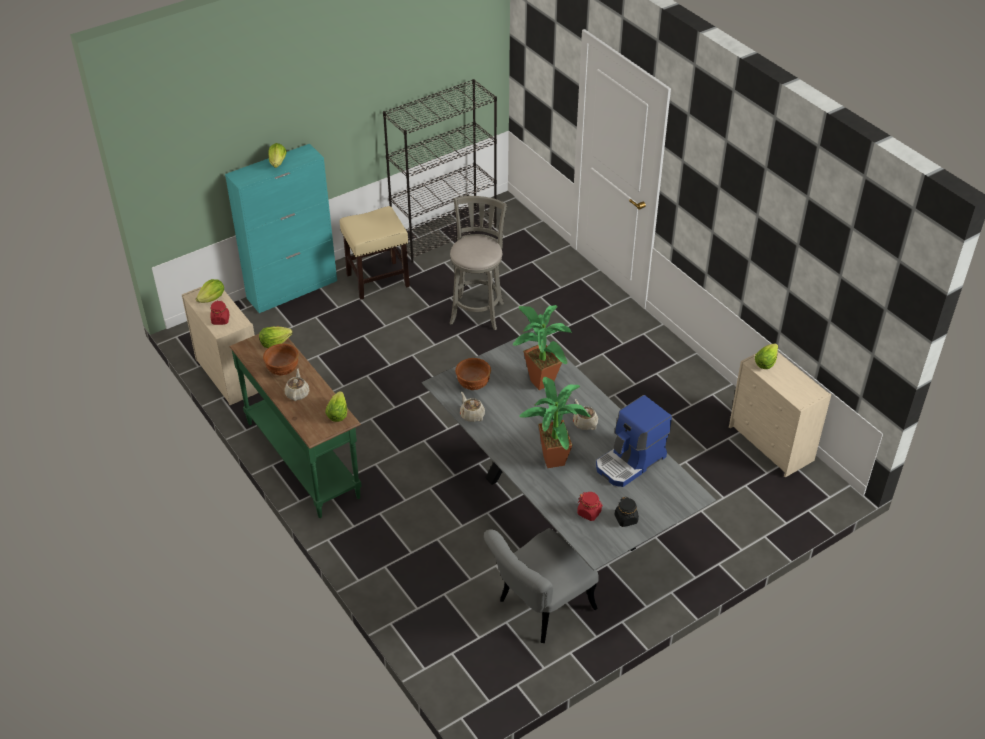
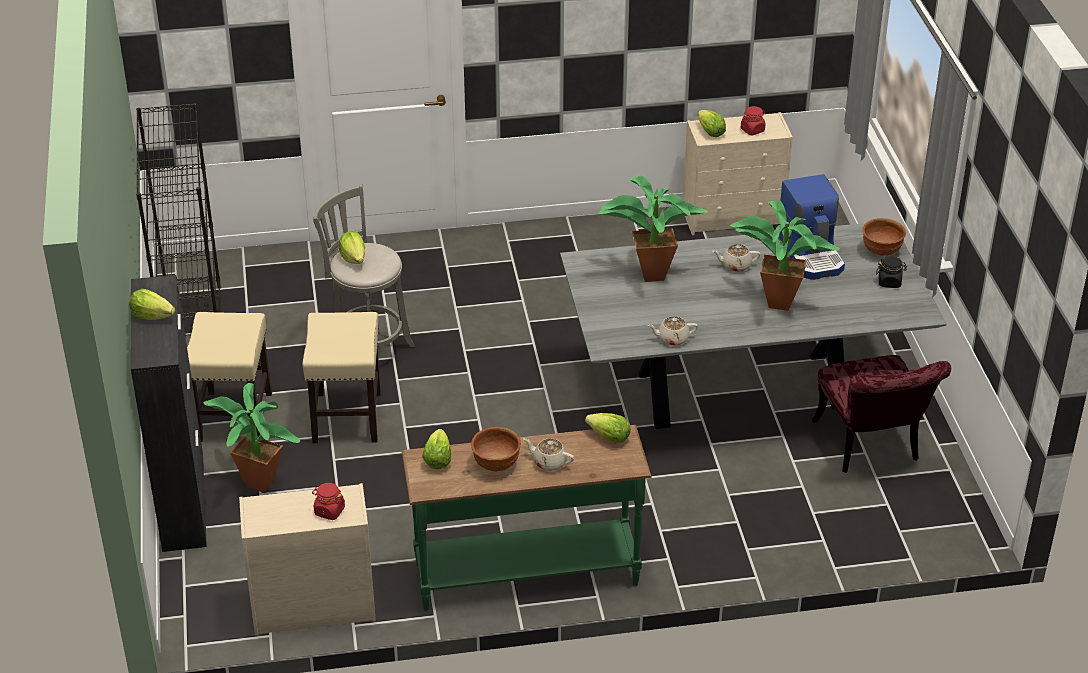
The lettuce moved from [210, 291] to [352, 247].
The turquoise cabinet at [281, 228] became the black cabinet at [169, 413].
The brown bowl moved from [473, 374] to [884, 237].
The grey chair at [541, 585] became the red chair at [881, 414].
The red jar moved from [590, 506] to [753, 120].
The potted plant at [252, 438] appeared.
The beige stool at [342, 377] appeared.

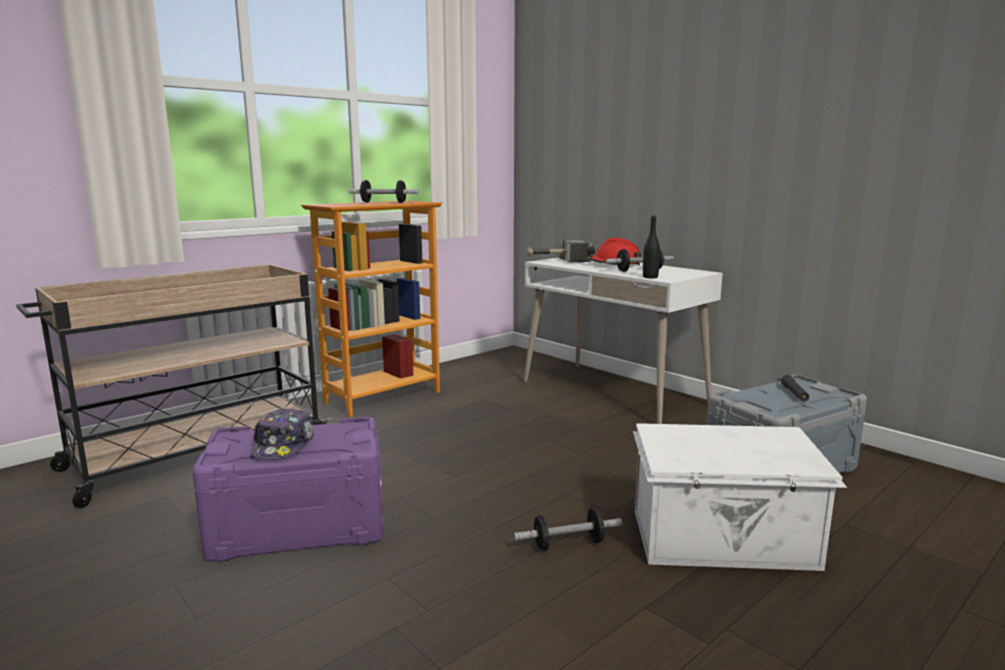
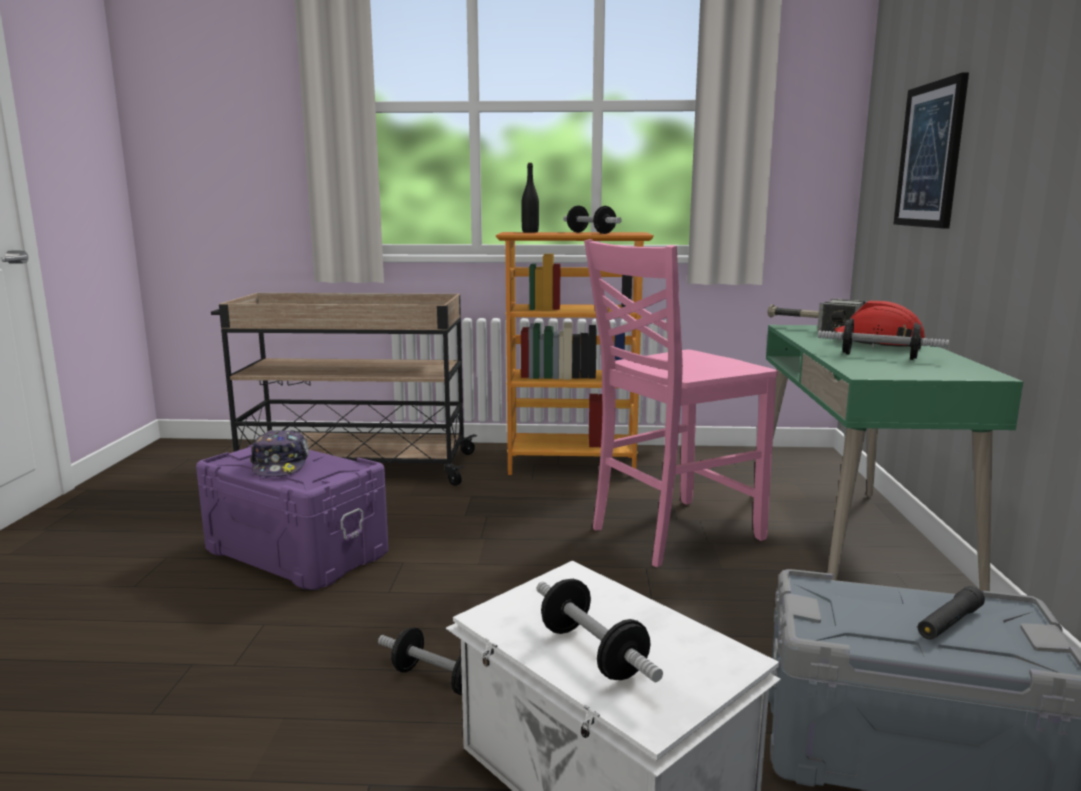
The cap at [282, 434] turned 60 degrees counterclockwise.
The white desk at [623, 340] became the green desk at [894, 458].
The black bottle moved from [651, 247] to [530, 197].
The dumbbell at [600, 630] appeared.
The pink chair at [681, 403] appeared.
The picture at [931, 150] appeared.

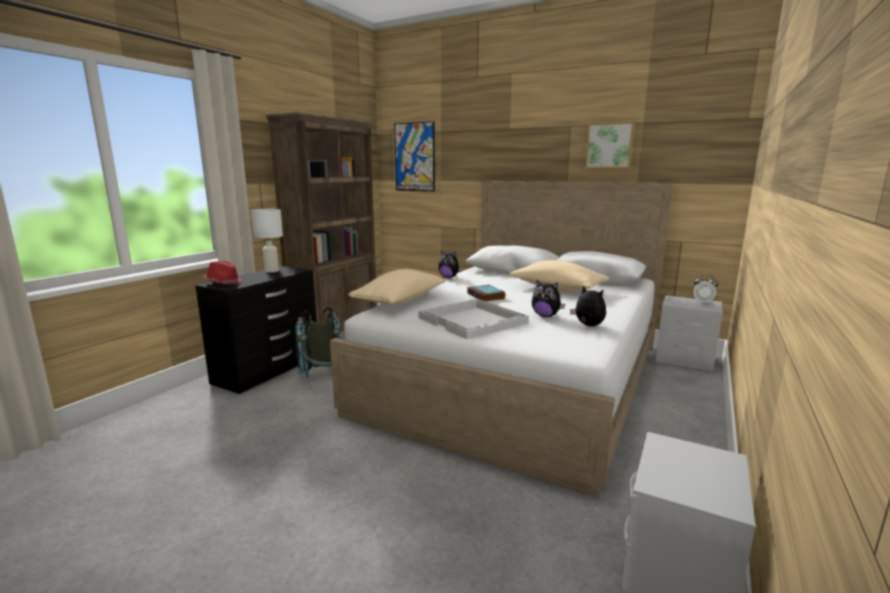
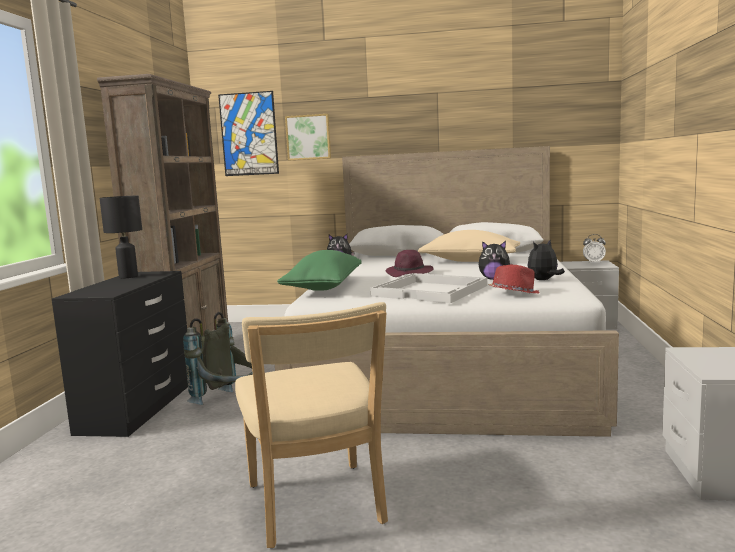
The red hat moved from [223, 272] to [513, 279].
The white table lamp at [267, 241] became the black table lamp at [120, 237].
The beige pillow at [397, 287] became the green pillow at [319, 270].
The book at [486, 293] was replaced by the purple hat at [409, 263].
The plush toy at [588, 305] turned 60 degrees counterclockwise.
The picture moved from [610, 145] to [308, 137].
The beige chair at [311, 425] appeared.

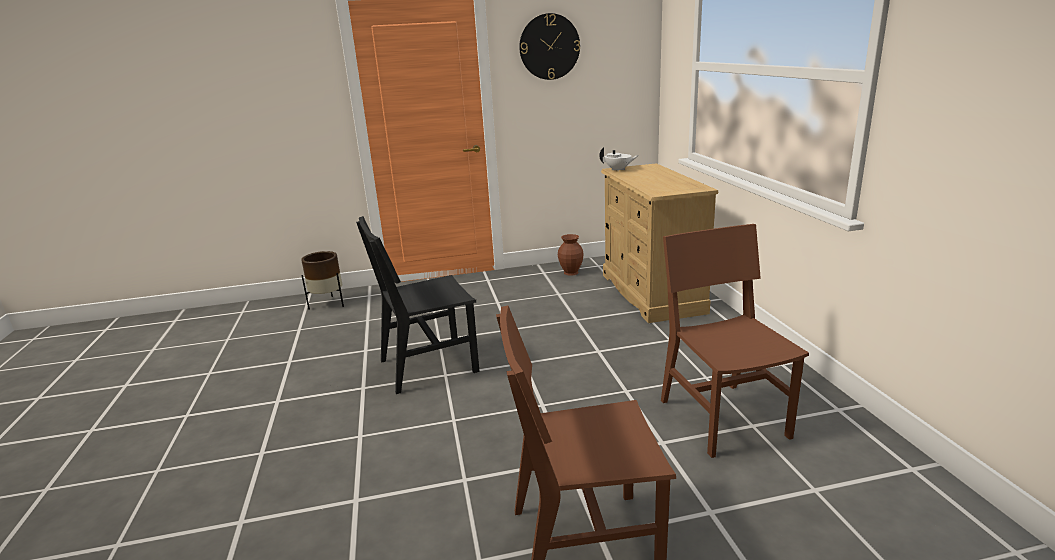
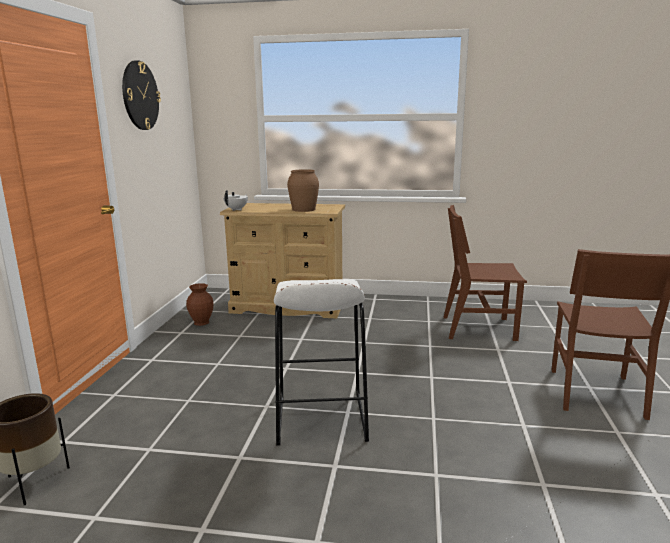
The black chair at [418, 305] was replaced by the white stool at [321, 362].
The brown vase at [303, 190] appeared.

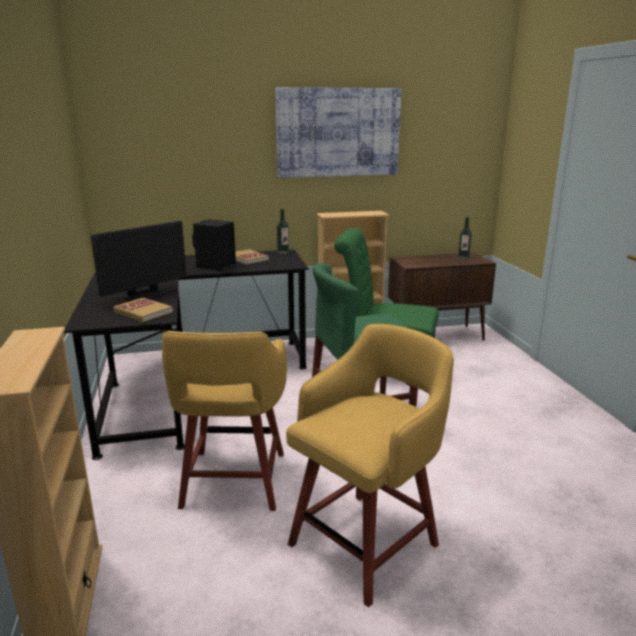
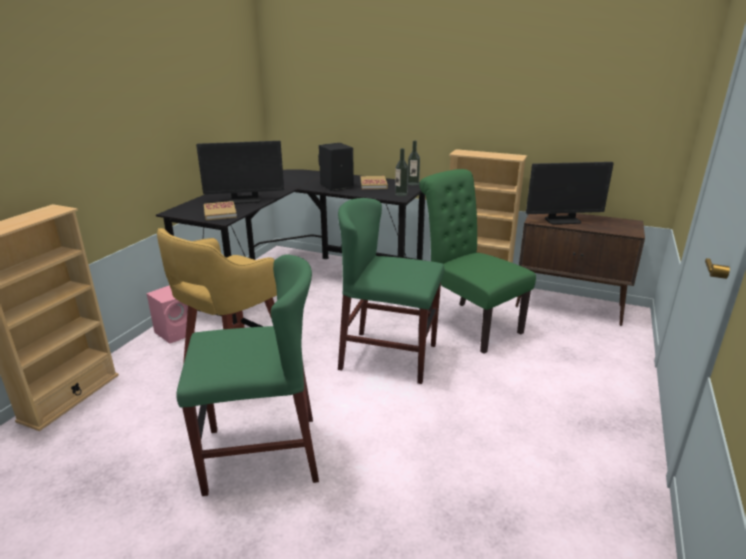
The picture at [338, 132] disappeared.
The yellow stool at [370, 465] was replaced by the green chair at [247, 375].
The bottle moved from [465, 238] to [401, 172].
The pink speaker at [170, 314] appeared.
The monitor at [570, 193] appeared.

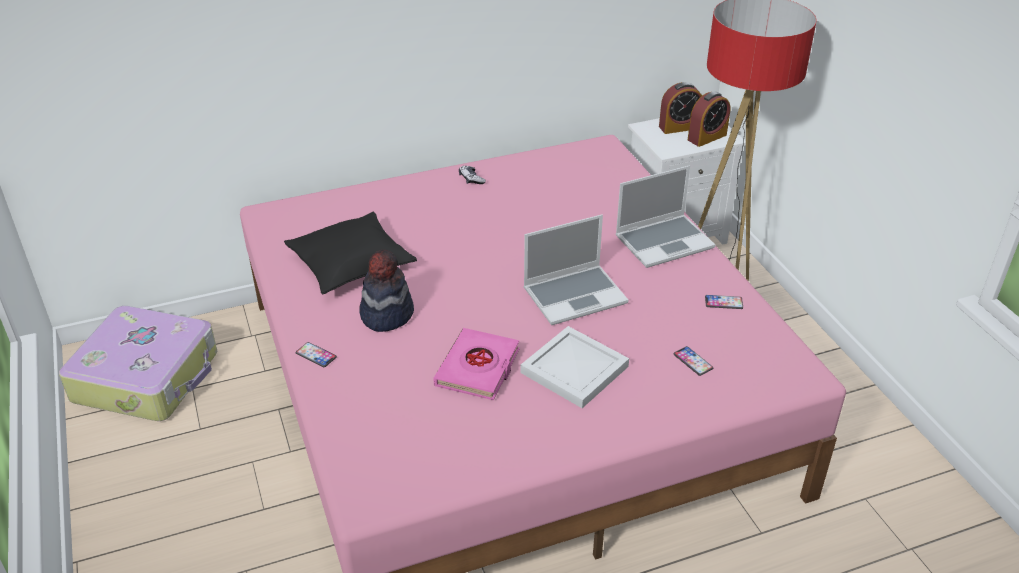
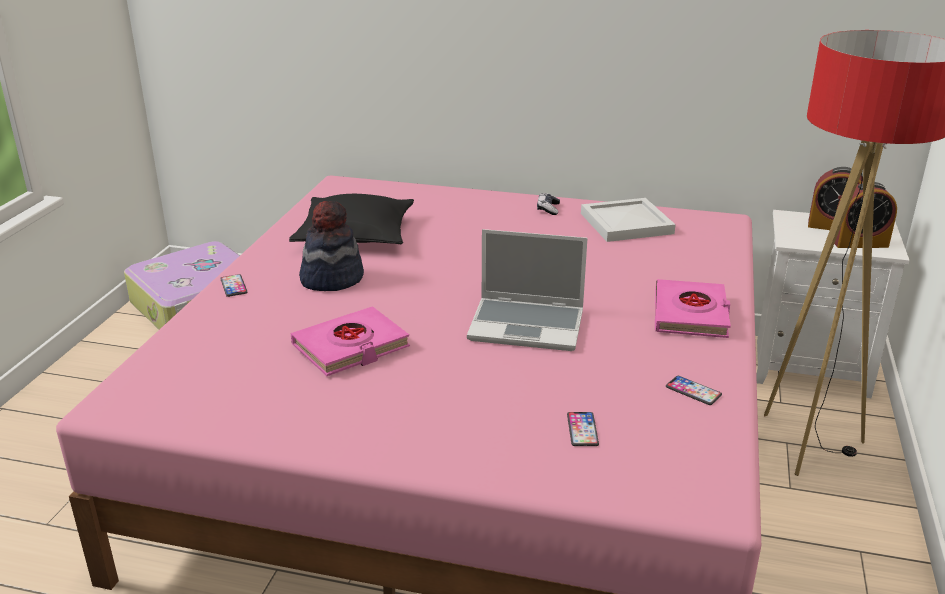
The white tray moved from [574, 367] to [628, 220].
The laptop at [665, 216] was replaced by the pink book at [693, 308].

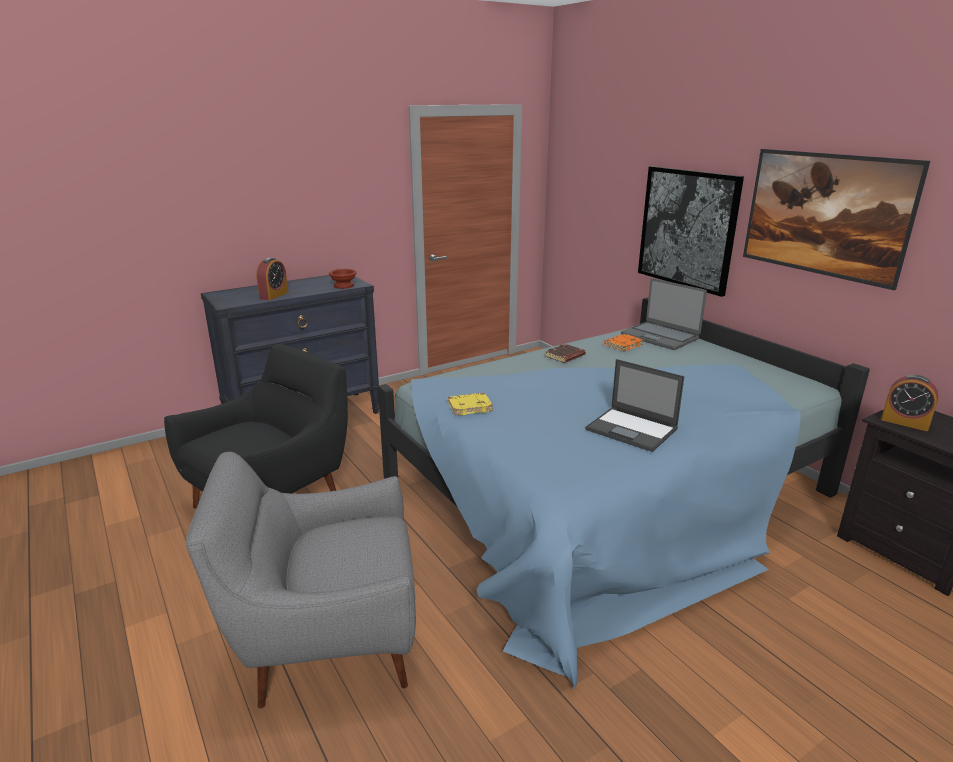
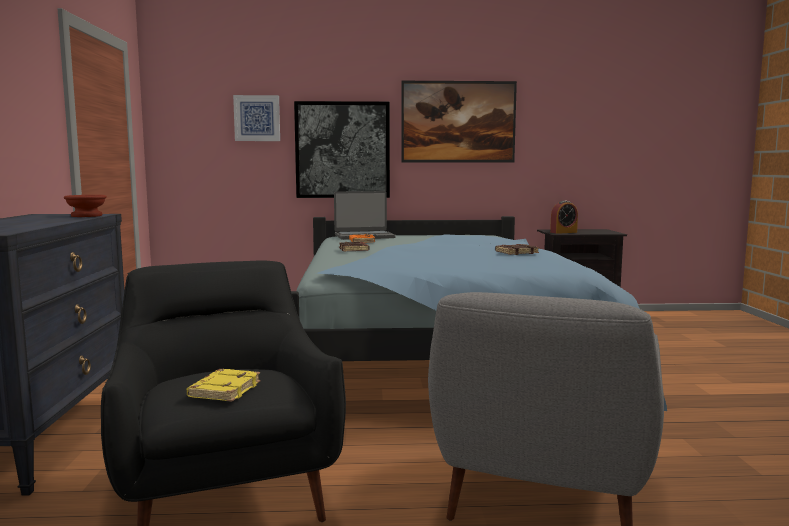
The alarm clock at [272, 279] disappeared.
The yellow book moved from [470, 404] to [224, 385].
The laptop at [634, 405] was replaced by the brown book at [517, 249].
The picture at [256, 118] appeared.

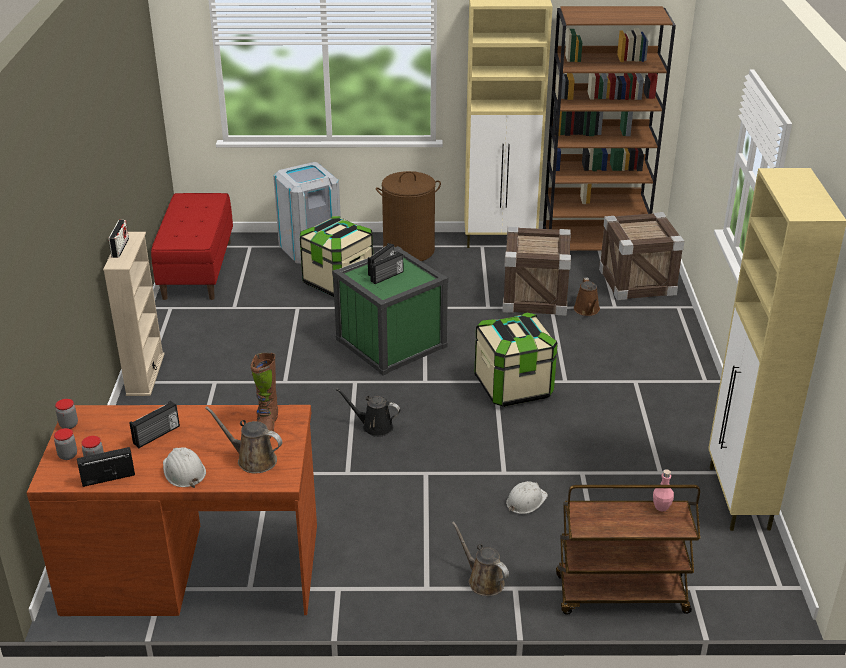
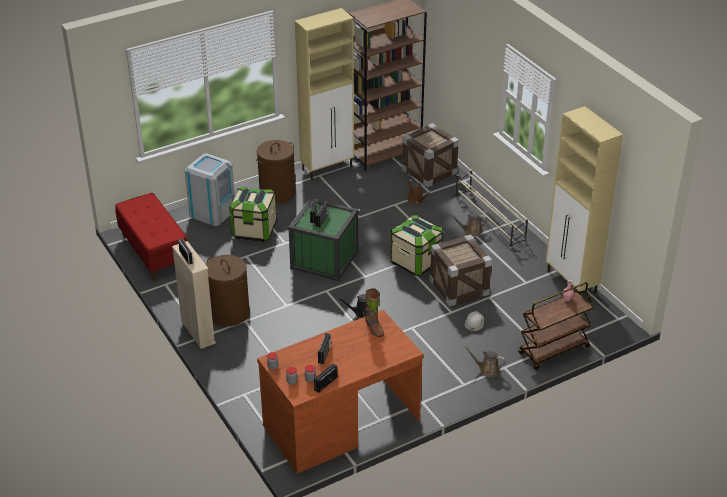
The white hard hat at [184, 467] disappeared.
The brown watering can moved from [243, 440] to [468, 224].
The crate moved from [536, 271] to [460, 270].
The brown laundry basket at [227, 290] appeared.
The beige shoe rack at [491, 209] appeared.

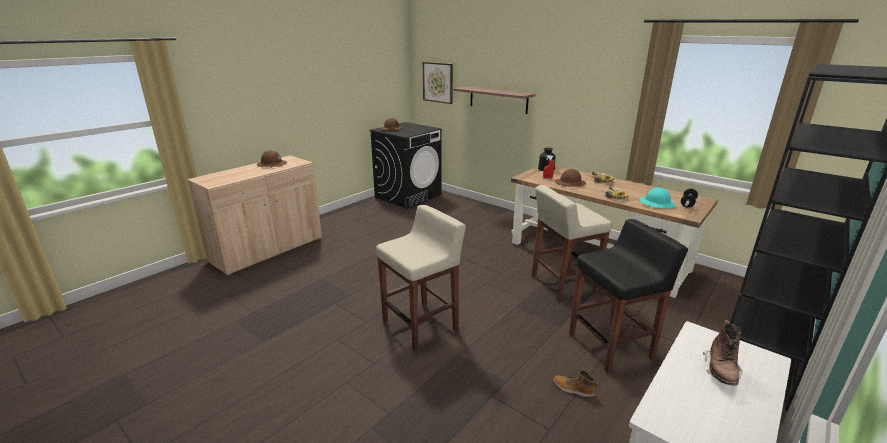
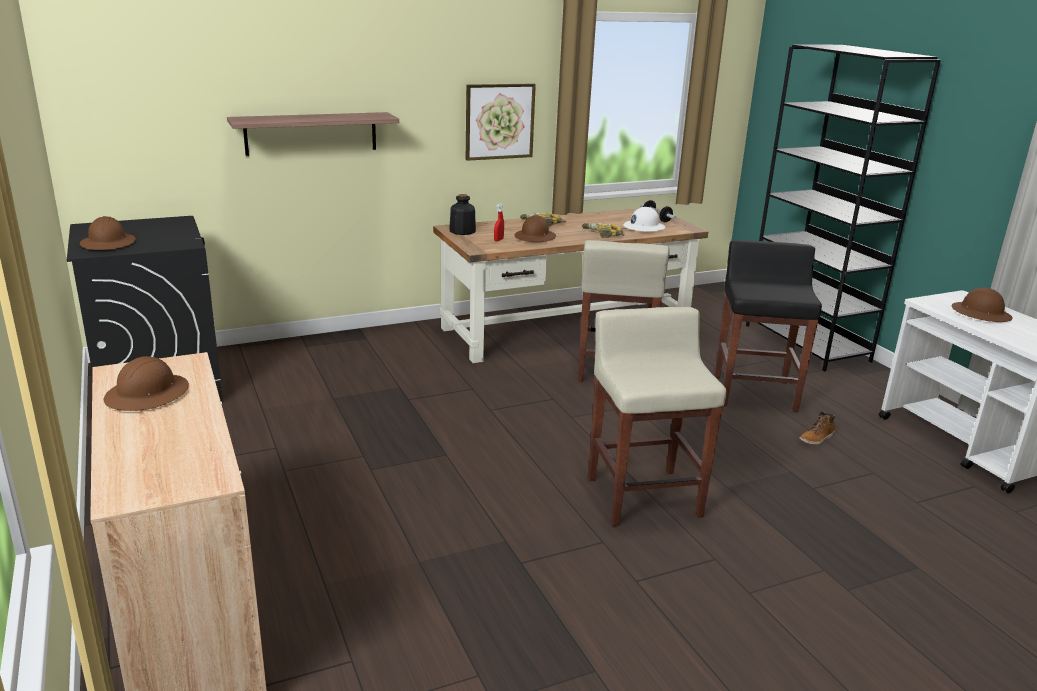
The picture moved from [438, 83] to [501, 122].
The turquoise hard hat at [657, 198] became the white hard hat at [644, 219].
The brown boot at [722, 352] was replaced by the brown hard hat at [982, 304].

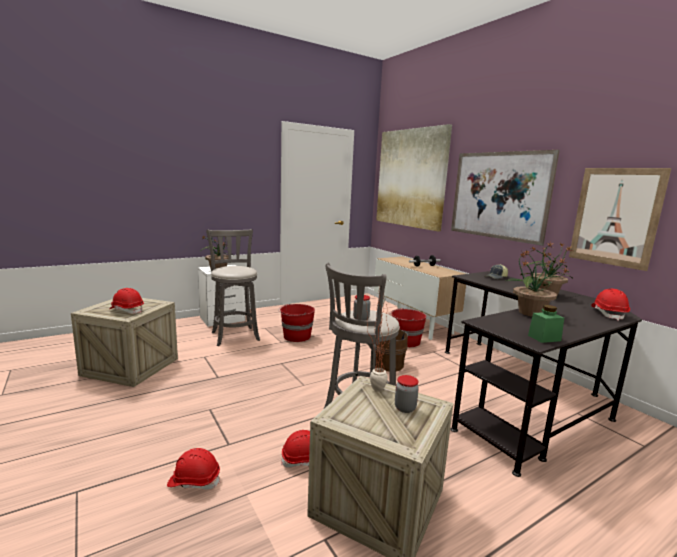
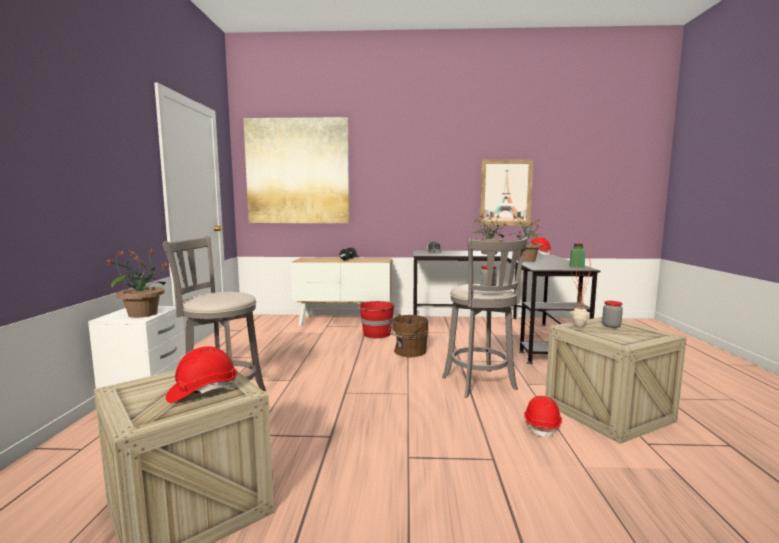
The red hard hat at [193, 469] disappeared.
The red bucket at [296, 322] disappeared.
The picture at [505, 198] disappeared.

